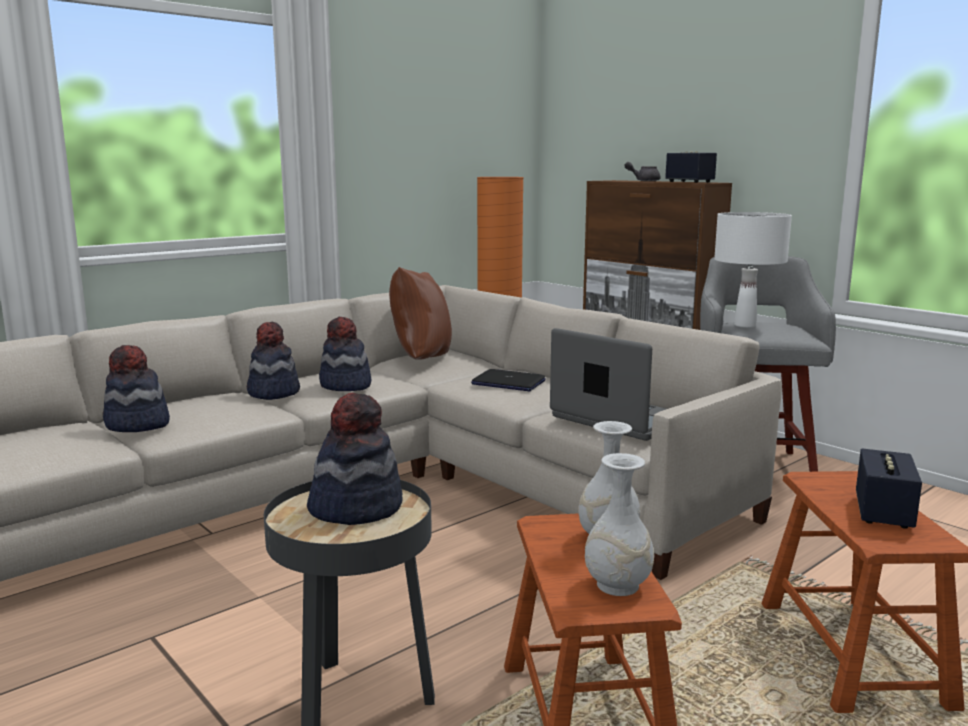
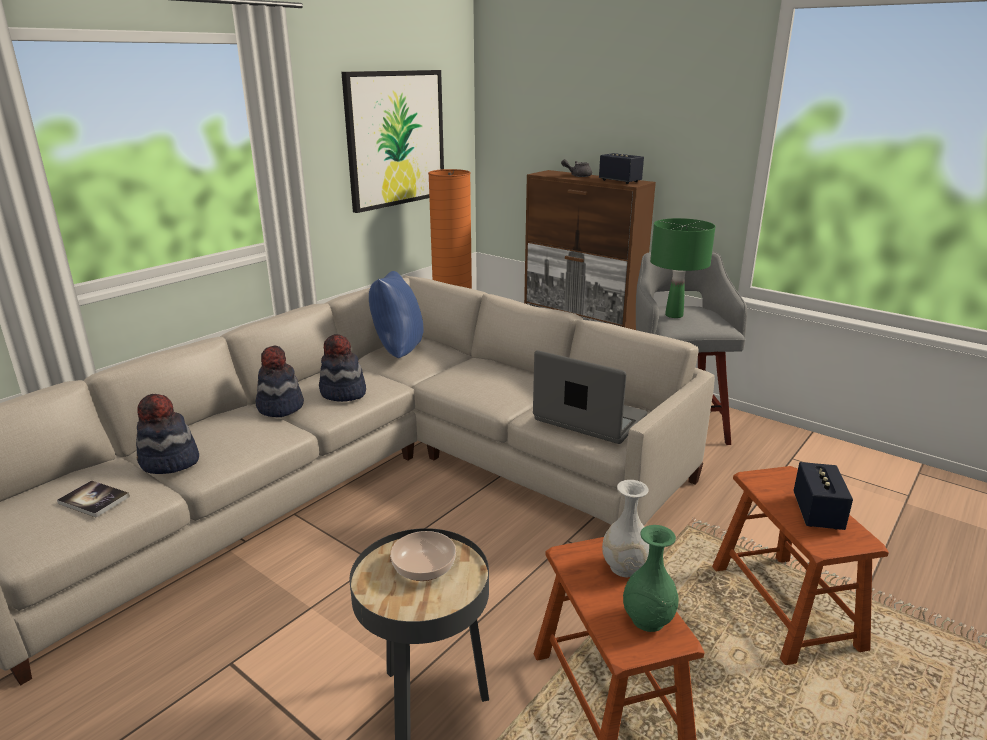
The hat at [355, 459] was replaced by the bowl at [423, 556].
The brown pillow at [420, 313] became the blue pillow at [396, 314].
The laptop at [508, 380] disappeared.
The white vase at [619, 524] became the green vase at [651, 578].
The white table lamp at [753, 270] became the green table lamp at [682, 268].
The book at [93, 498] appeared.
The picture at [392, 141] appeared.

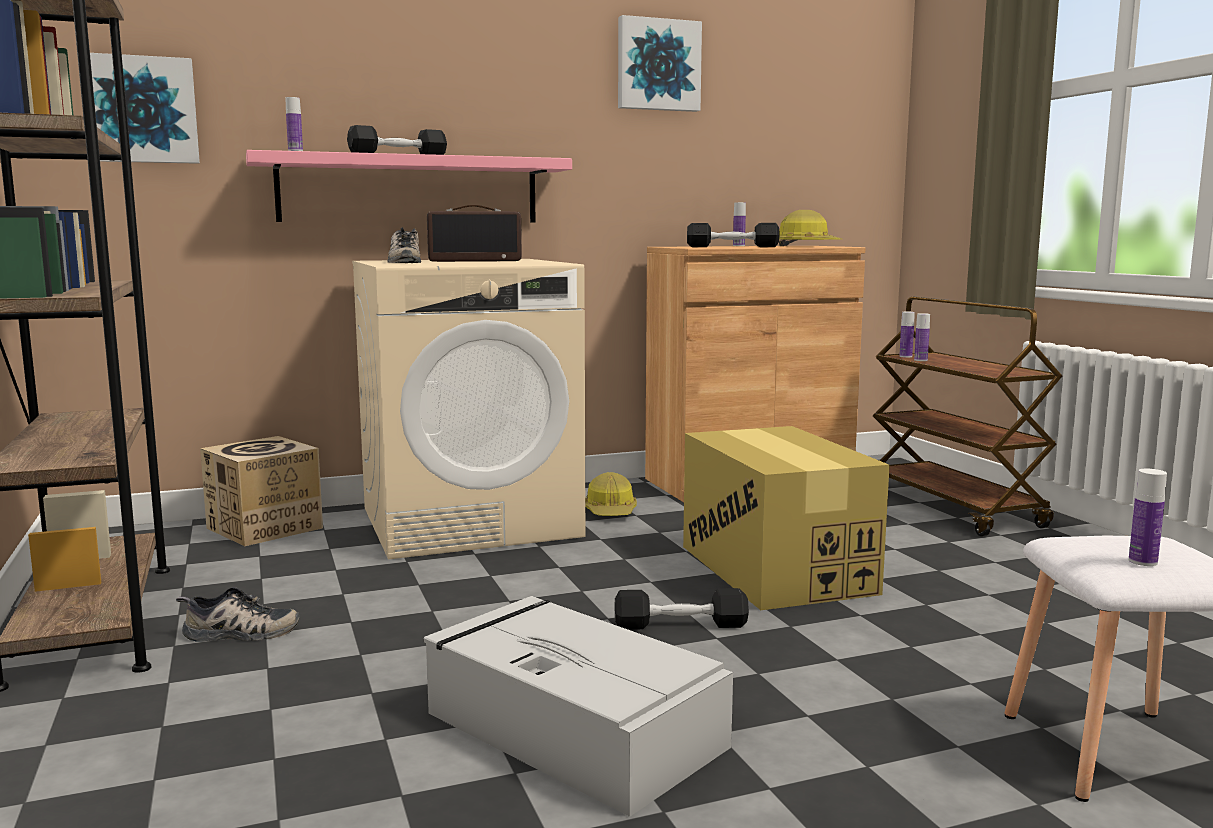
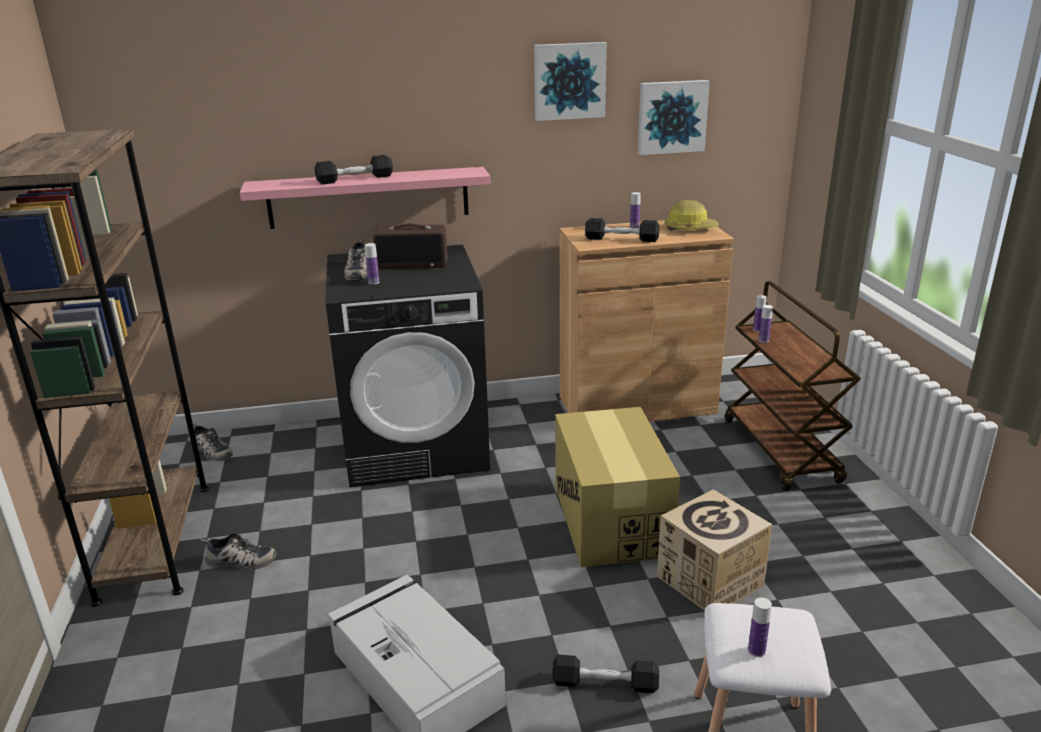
The picture moved from [145, 108] to [674, 117].
The cardboard box moved from [261, 491] to [714, 550].
The bottle moved from [294, 124] to [372, 263].
The beige washing machine at [469, 409] became the black washing machine at [407, 365].
The hard hat at [611, 494] disappeared.
The black dumbbell moved from [682, 609] to [605, 674].
The shoe at [213, 442] appeared.

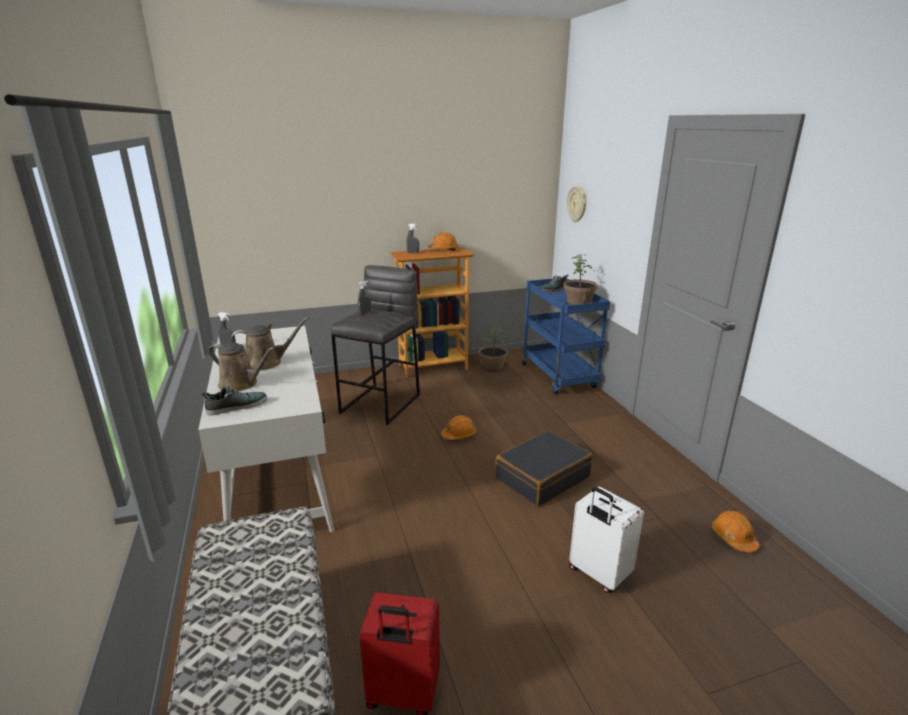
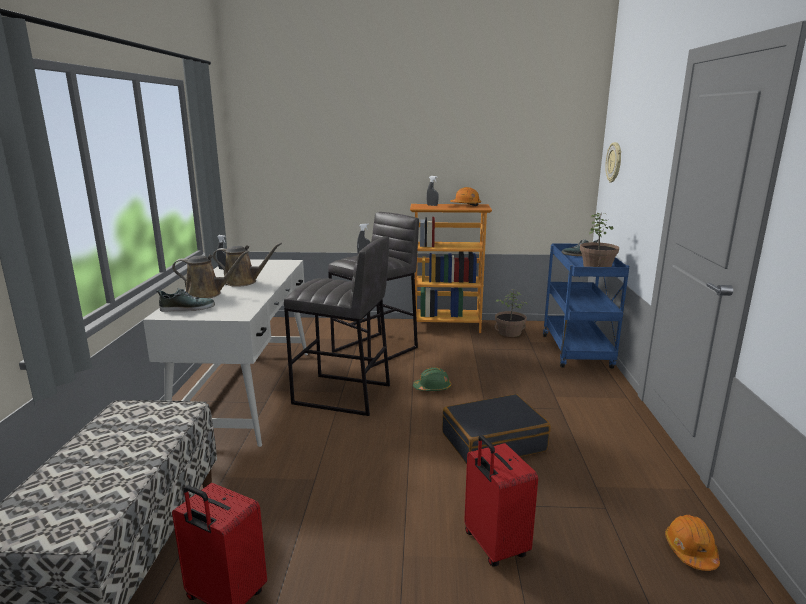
The brown watering can at [241, 367] turned 45 degrees counterclockwise.
The orange hard hat at [458, 427] became the green hard hat at [432, 379].
The white suitcase at [606, 540] became the red suitcase at [501, 501].
The grey stool at [337, 326] appeared.

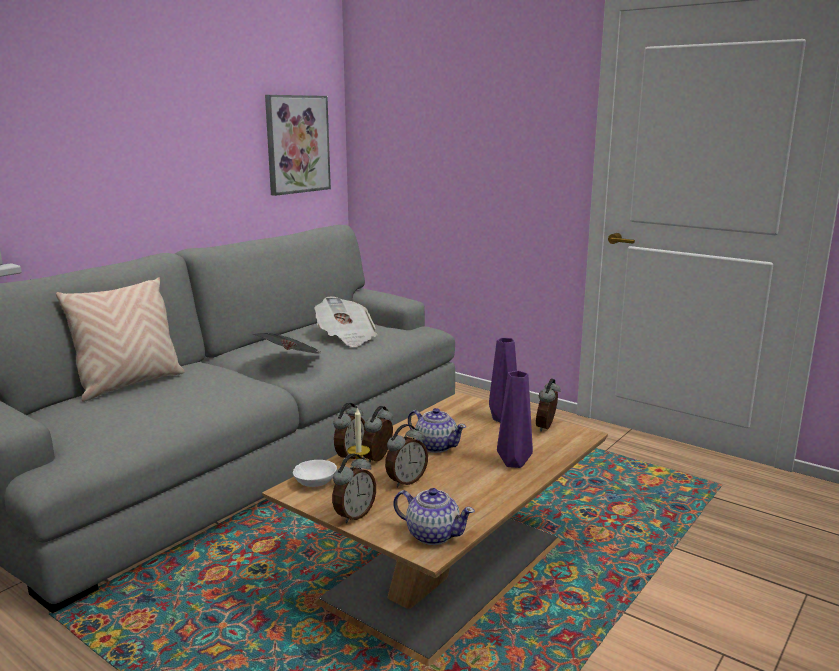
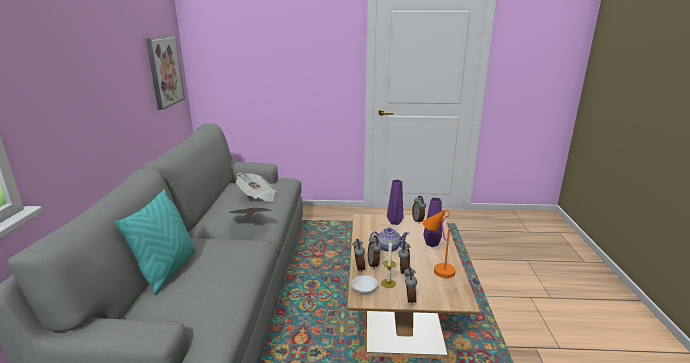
The beige pillow at [120, 339] became the turquoise pillow at [155, 242].
The teapot at [434, 516] disappeared.
The orange table lamp at [439, 244] appeared.

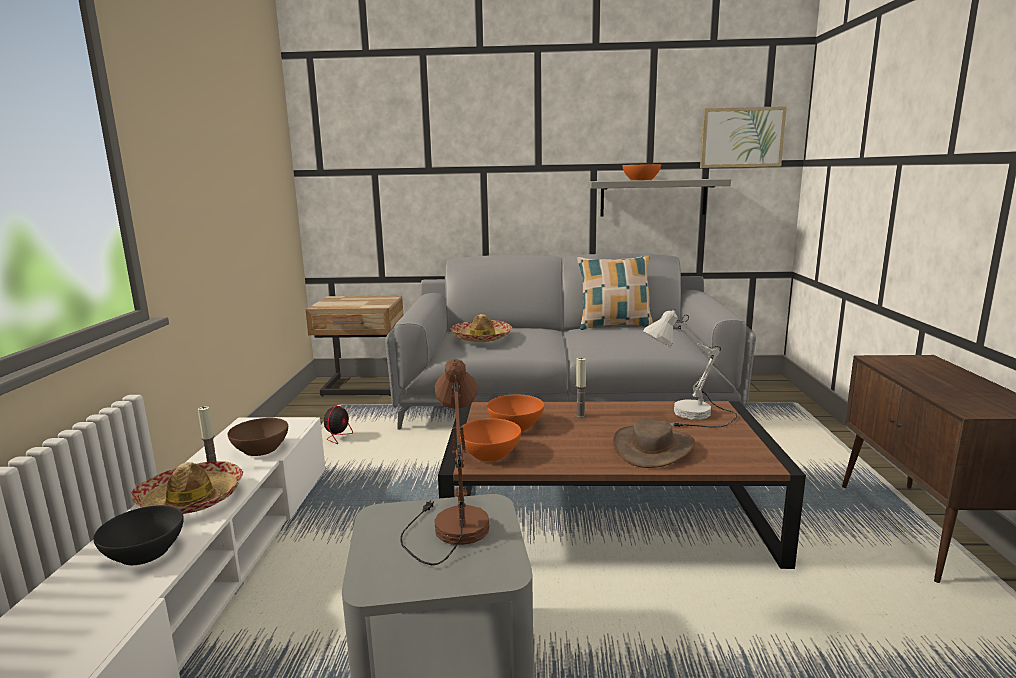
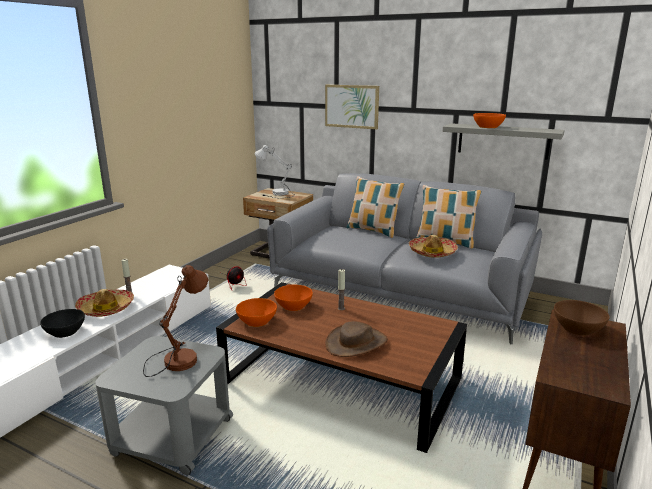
The brown bowl moved from [257, 437] to [581, 318].
The hat moved from [481, 328] to [433, 246].
The white table lamp moved from [690, 368] to [275, 171].
The picture moved from [743, 137] to [352, 107].
The pillow at [375, 207] appeared.

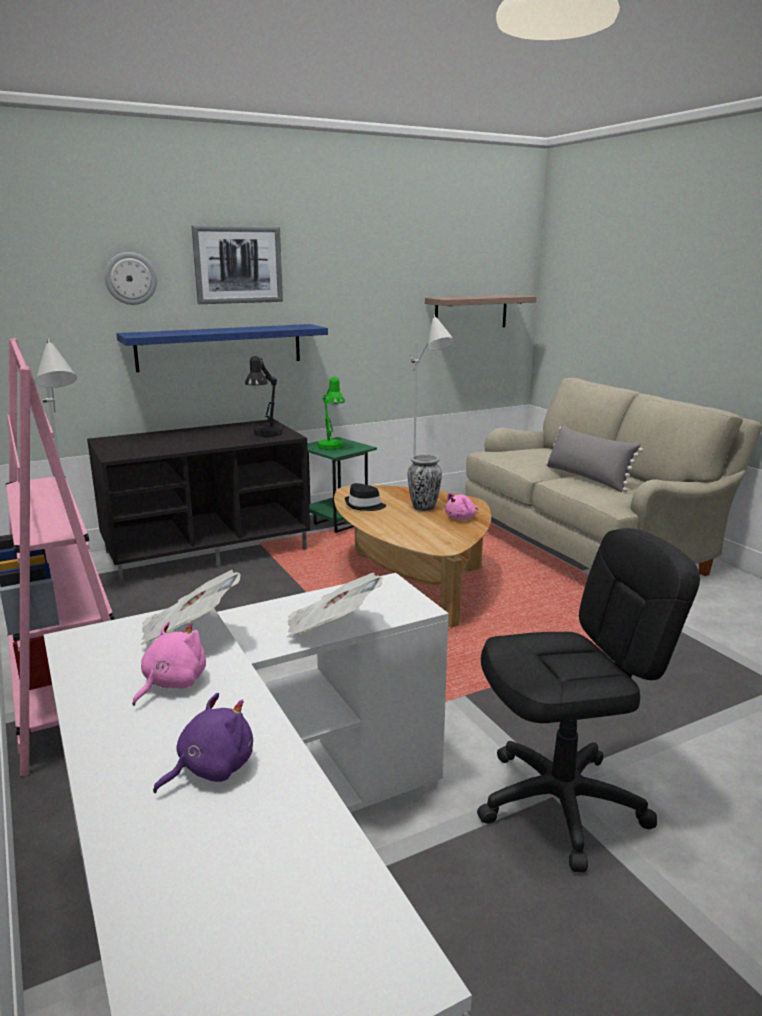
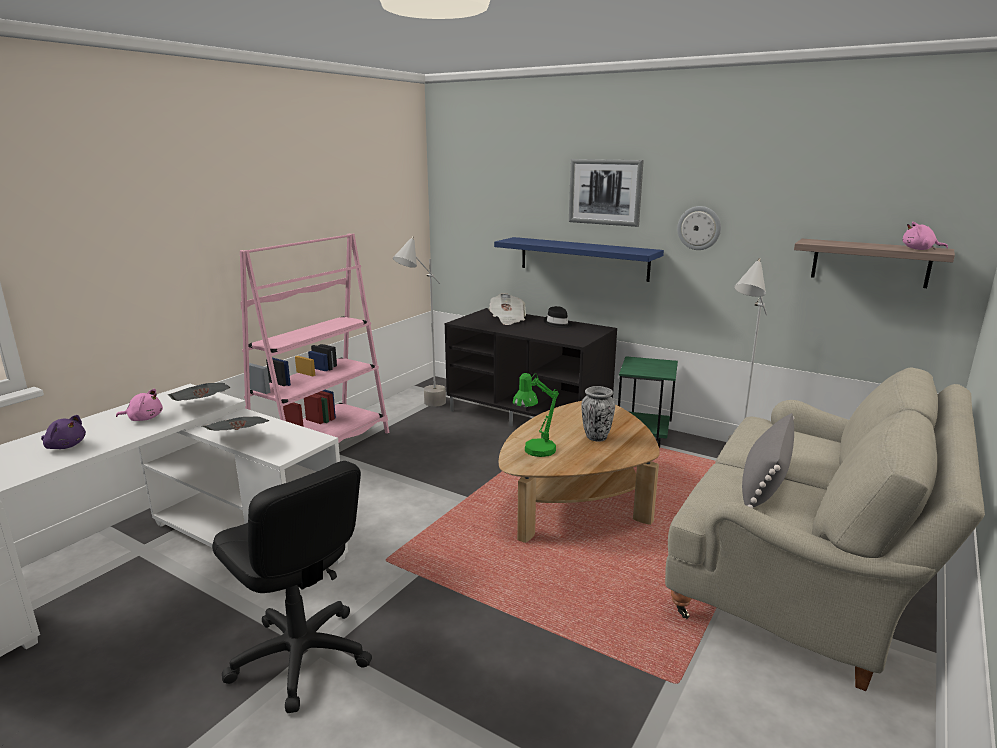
The wall clock moved from [130, 278] to [699, 228].
The black table lamp at [264, 396] disappeared.
The green table lamp moved from [331, 413] to [536, 415].
The black hat moved from [365, 497] to [558, 317].
The pink plush toy moved from [461, 506] to [925, 236].
The newspaper at [507, 309] appeared.

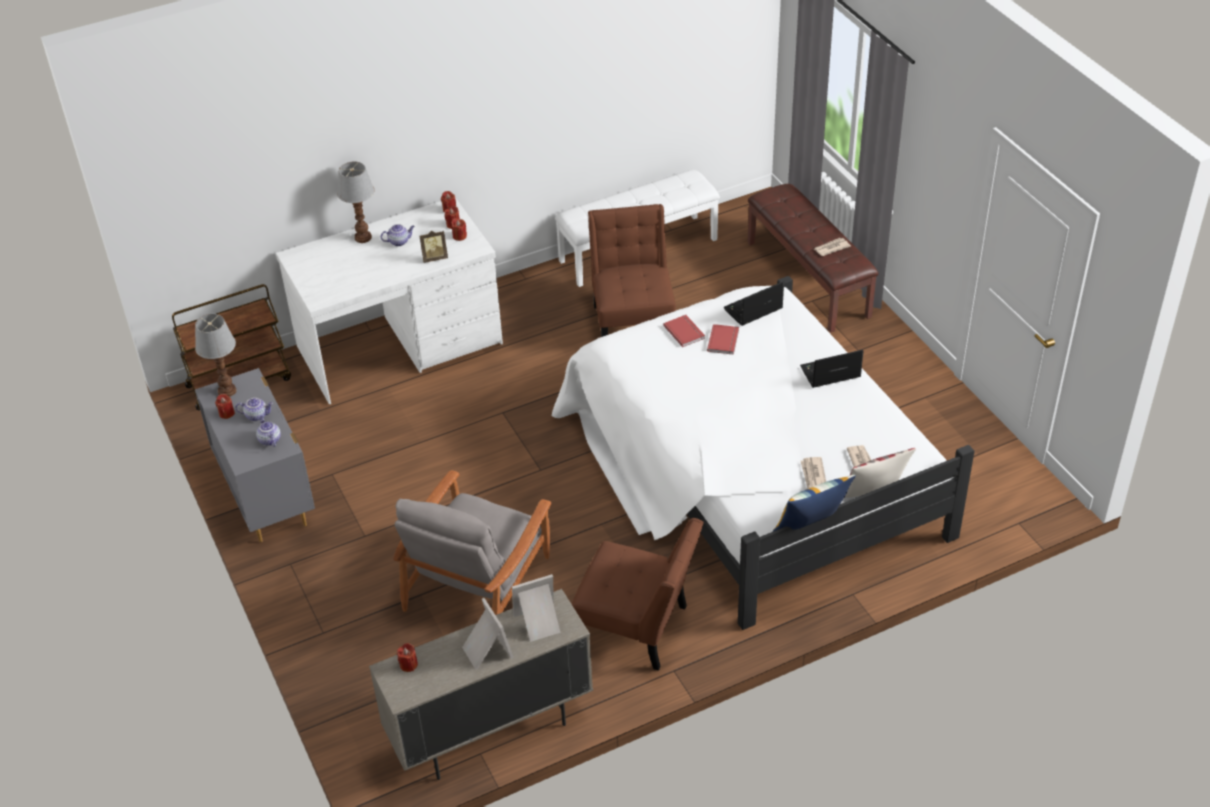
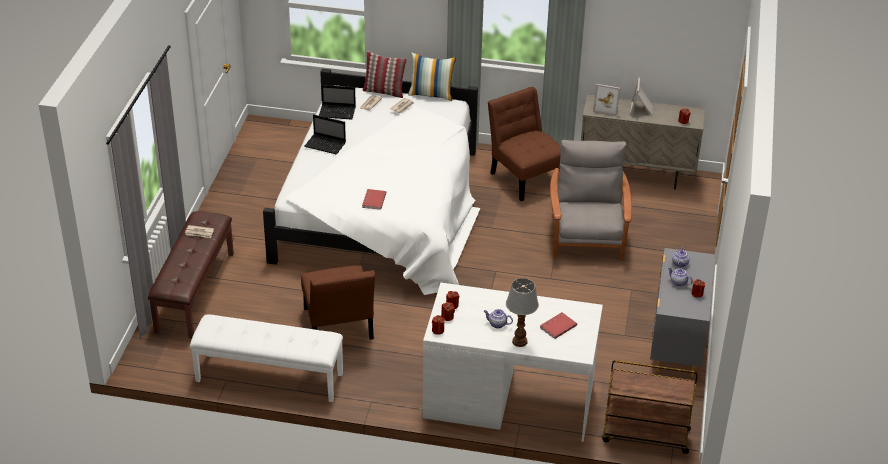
The table lamp at [216, 355] disappeared.
The grey armchair at [472, 542] turned 60 degrees counterclockwise.
The picture frame at [433, 247] disappeared.
The brown chair at [632, 270] turned 45 degrees counterclockwise.
The red book moved from [723, 339] to [558, 325].
The laptop moved from [753, 303] to [337, 102].

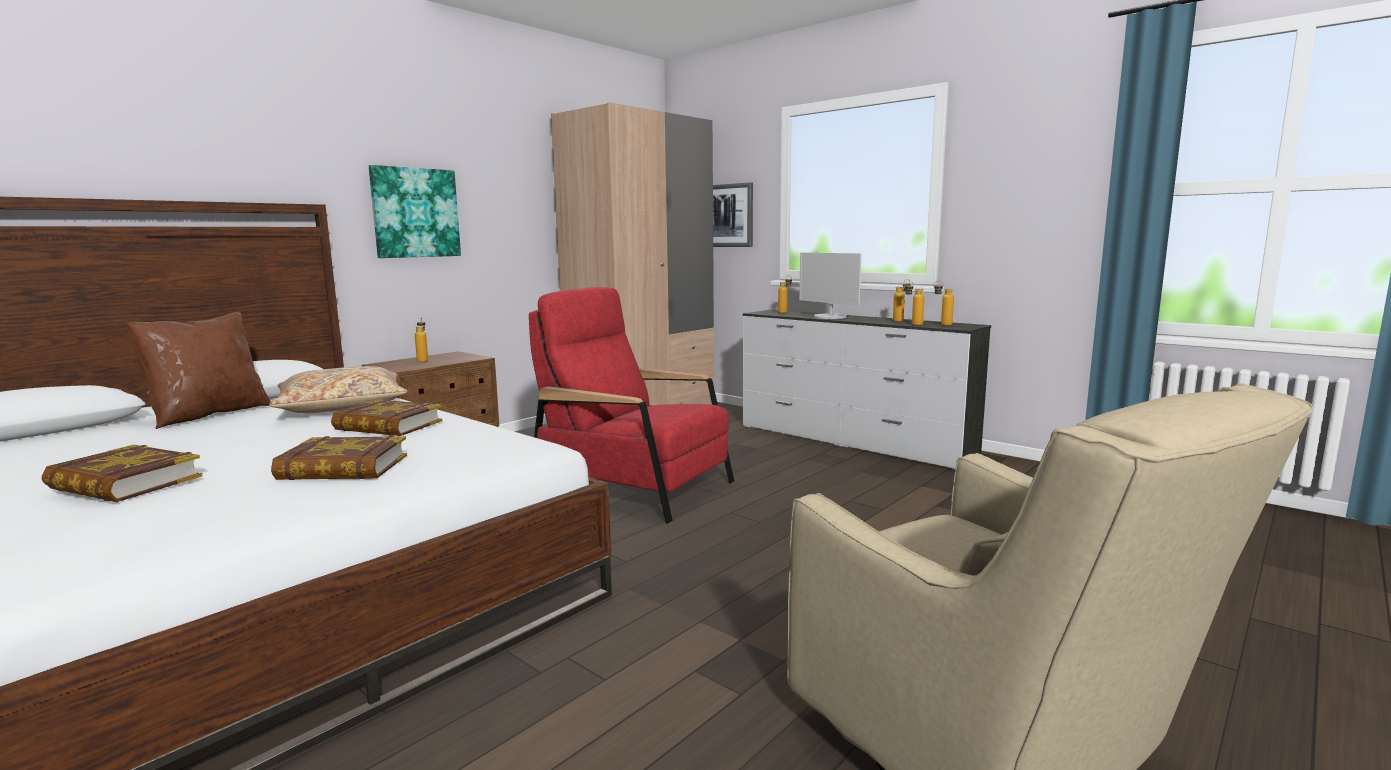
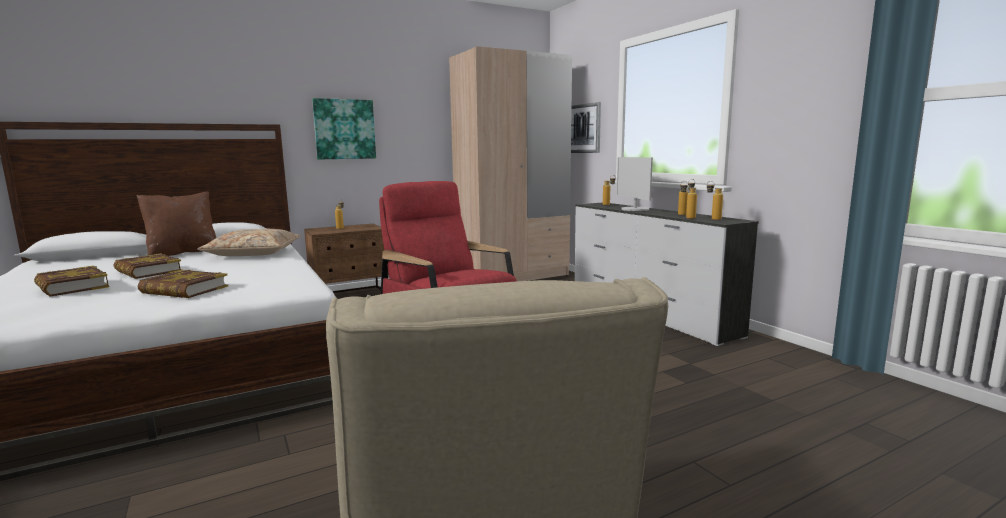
The book moved from [386, 417] to [147, 266].

